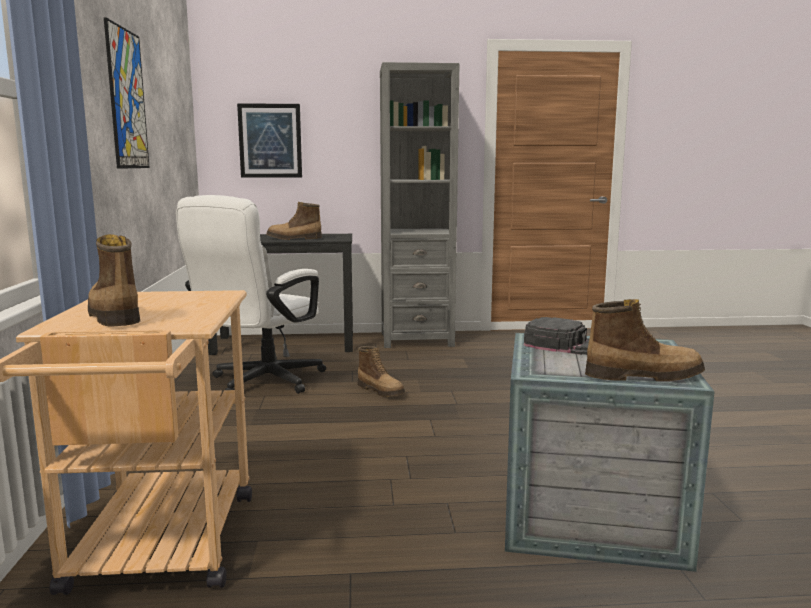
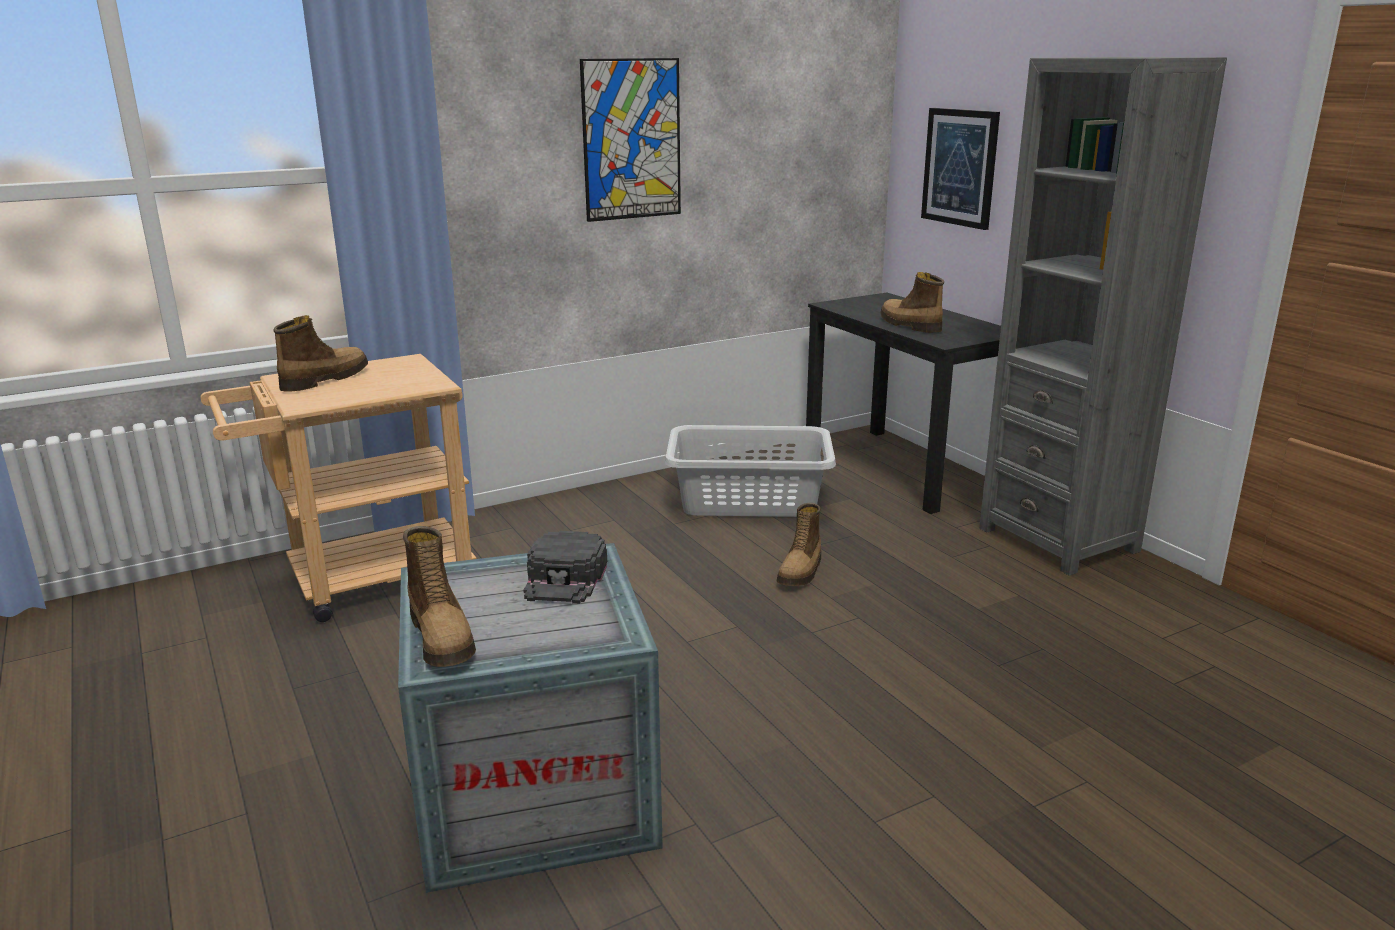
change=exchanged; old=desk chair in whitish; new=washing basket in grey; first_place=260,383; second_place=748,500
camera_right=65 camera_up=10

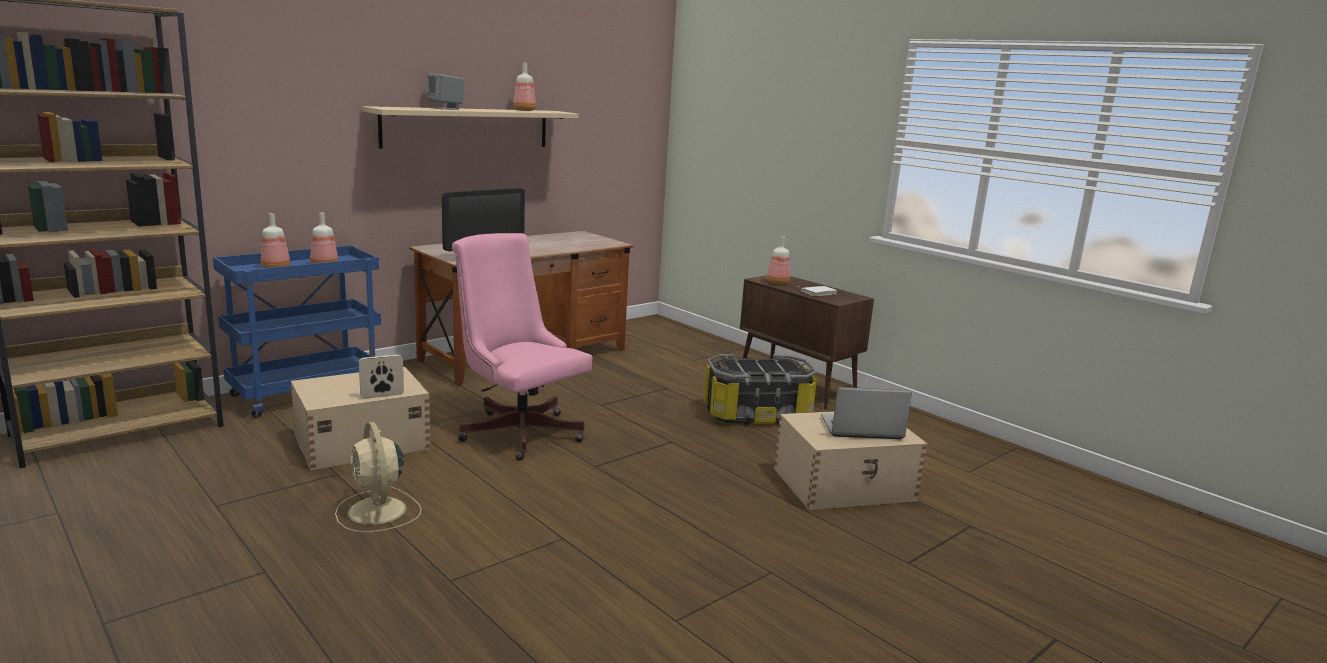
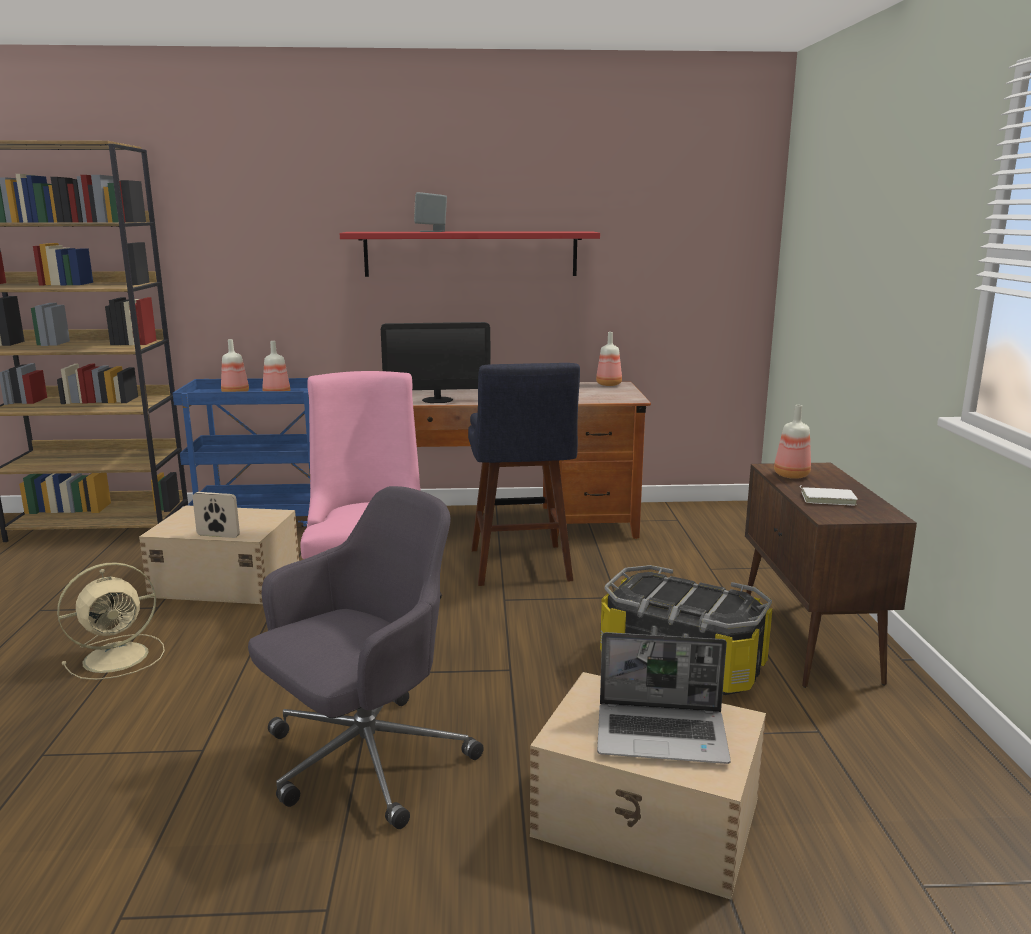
change=spun; old=cooling fan in beige-coloured; first_place=377,512; second_place=119,656; degrees=-135
change=appeared; new=desk chair in grey; second_place=363,761
change=colour; old=bracket shelf in beige-coloured; new=bracket shelf in reddish; first_place=467,128; second_place=471,254
change=appeared; new=stool seat in blue-coloured; second_place=521,568
change=relocated; old=drink bottle; first_place=525,110; second_place=609,384
change=spun; old=portable computer; first_place=860,429; second_place=663,735; degrees=150
camera_right=40 camera_up=0

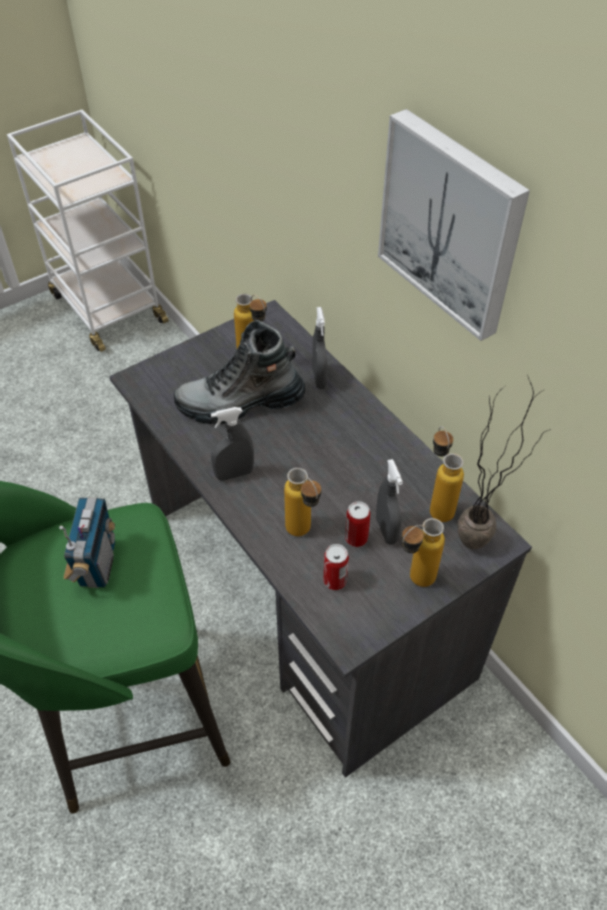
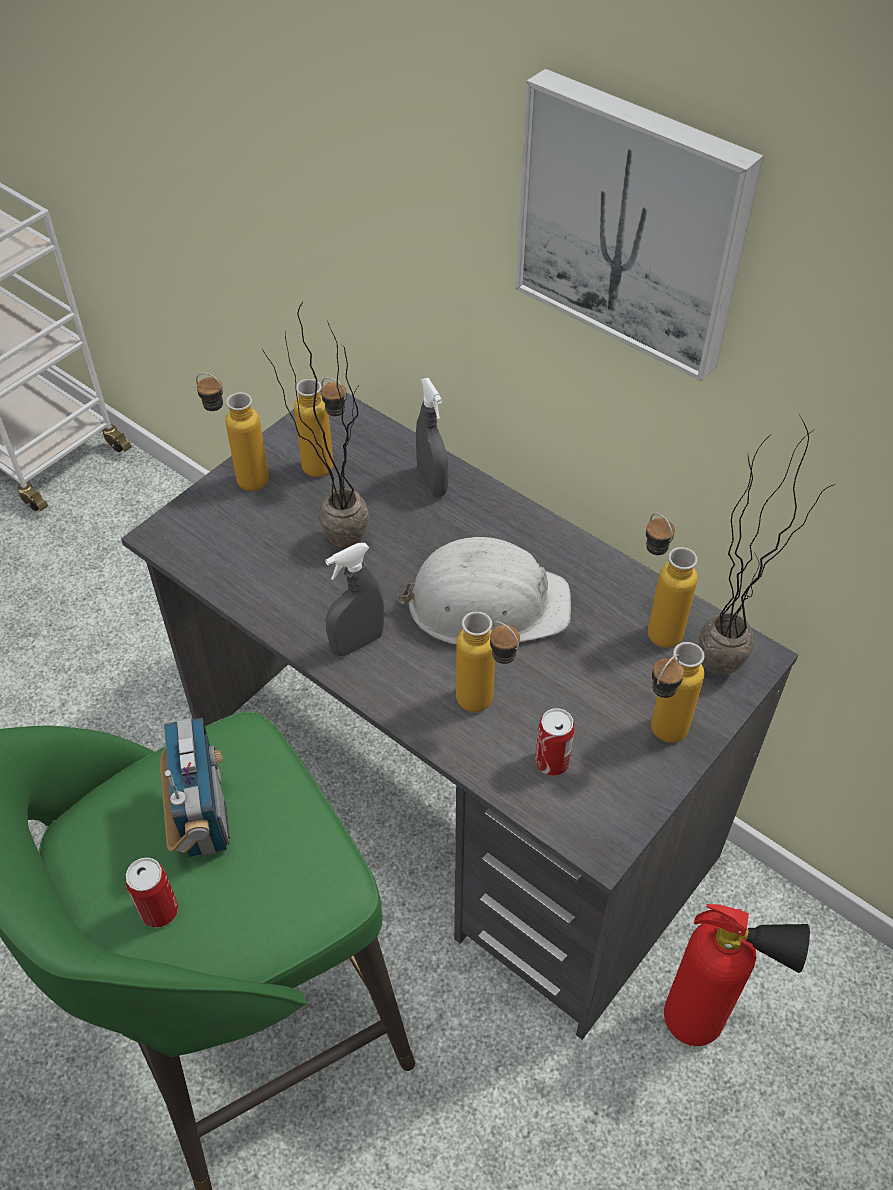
change=relocated; old=can; first_place=356,538; second_place=159,910
change=appeared; new=drink bottle; second_place=241,477
change=exchanged; old=tall boot; new=houseplant; first_place=240,403; second_place=331,539
change=appeared; new=work helmet in whitish; second_place=486,603
change=appeared; new=fire extinguisher; second_place=706,1024
change=missing; old=sprayer in grey; first_place=386,530
camera_right=-15 camera_up=0

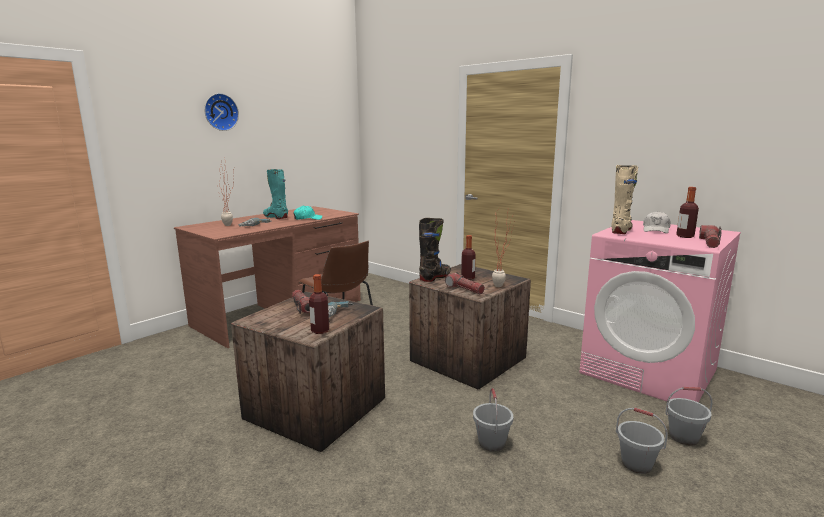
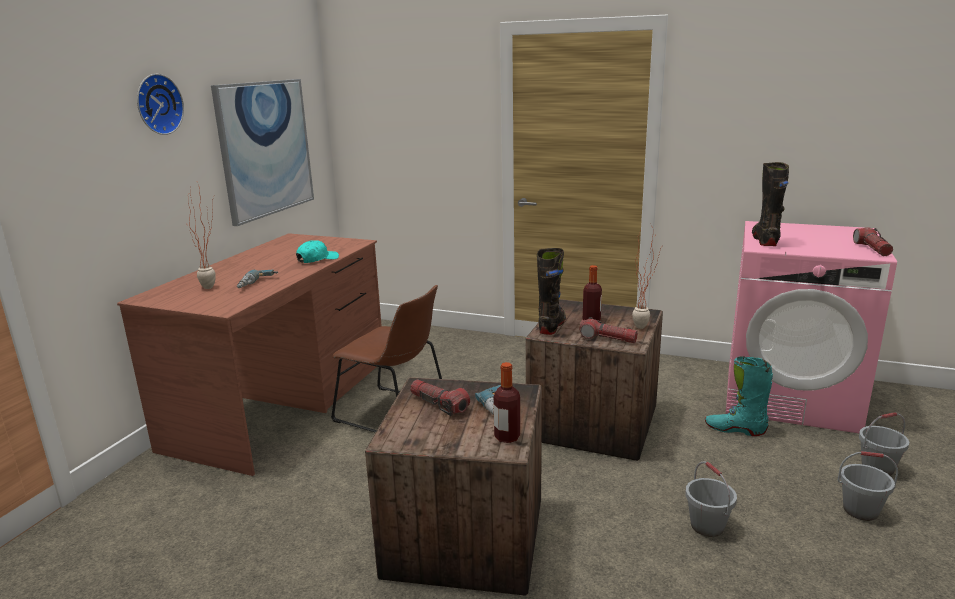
change=appeared; new=wall picture; second_place=266,148
change=relocated; old=tall boot in turquoise-coloured; first_place=276,217; second_place=735,429
change=colour; old=tall boot in beige-coloured; new=tall boot in black; first_place=621,231; second_place=765,240
change=missing; old=baseball cap in whitish; first_place=656,229
change=missing; old=drink bottle; first_place=685,236
camera_right=-20 camera_up=5

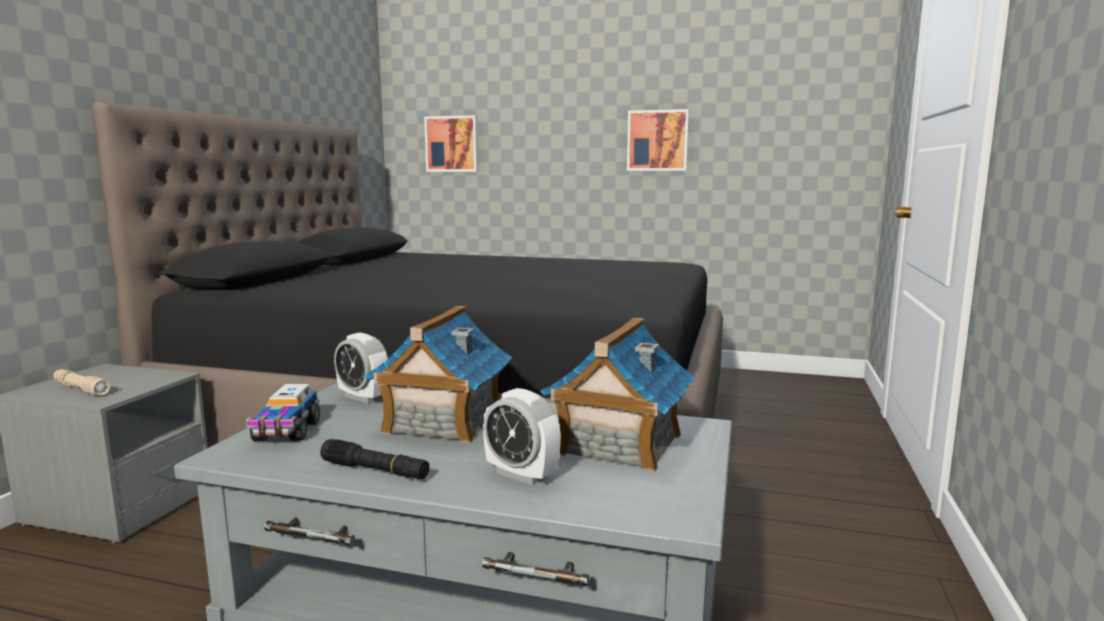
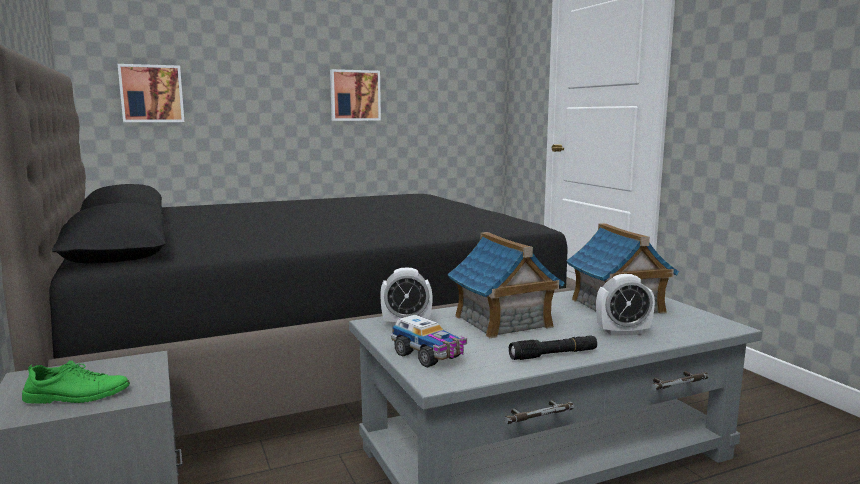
change=exchanged; old=flashlight in beige-coloured; new=shoe in greenish; first_place=81,389; second_place=77,396
camera_right=-40 camera_up=0

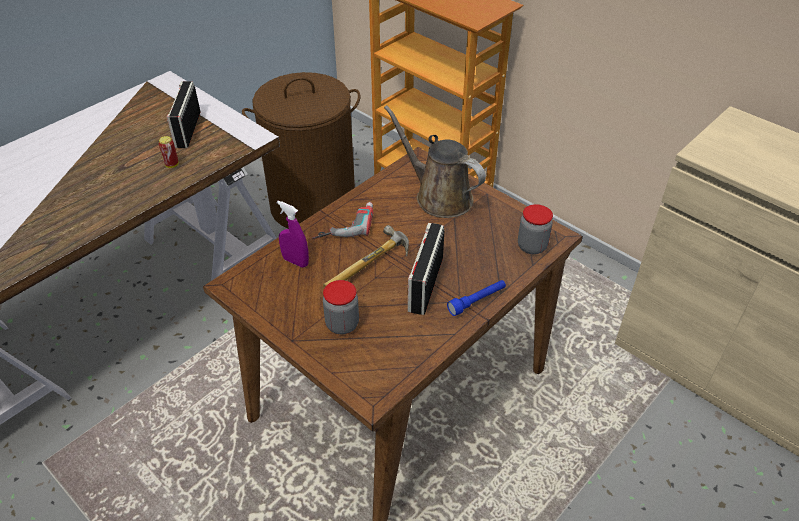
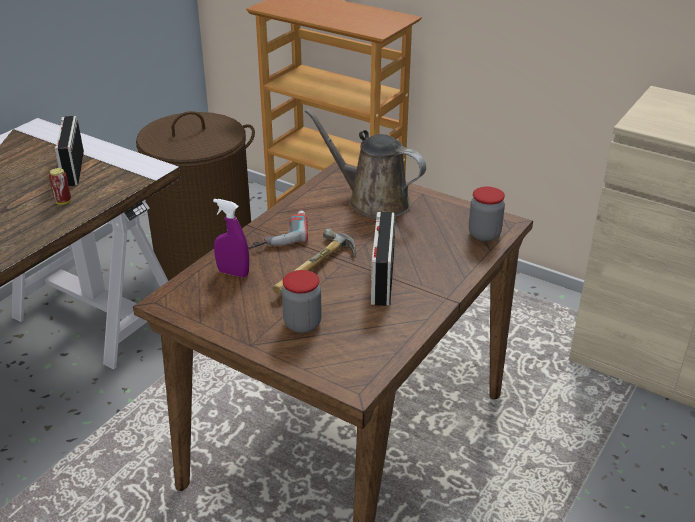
change=missing; old=flashlight in blue-coloured; first_place=477,301
camera_right=-10 camera_up=-10

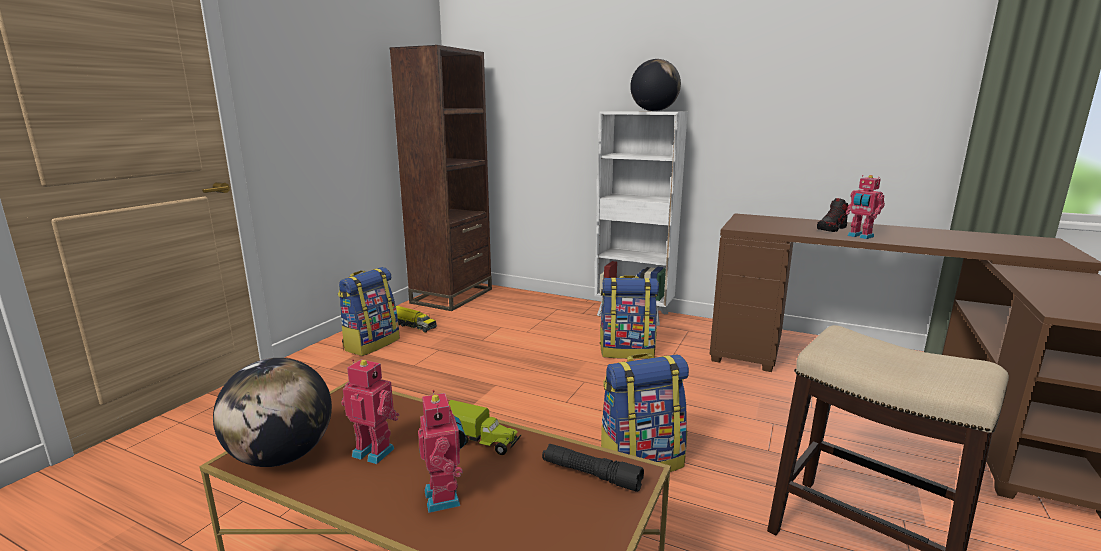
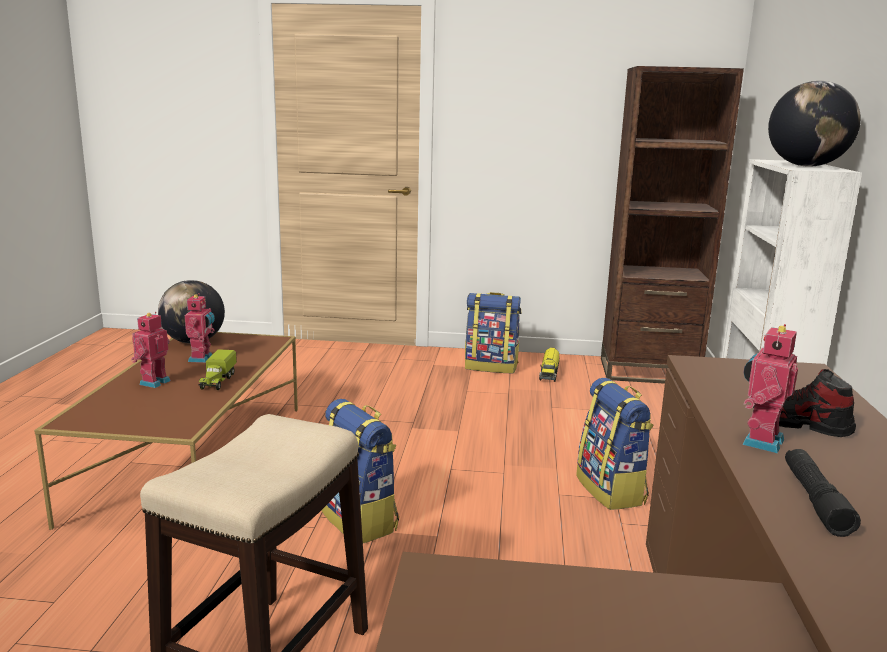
change=spun; old=robot figure; first_place=445,497; second_place=153,382; degrees=150
change=relocated; old=flashlight in black; first_place=591,475; second_place=815,500
camera_right=70 camera_up=0

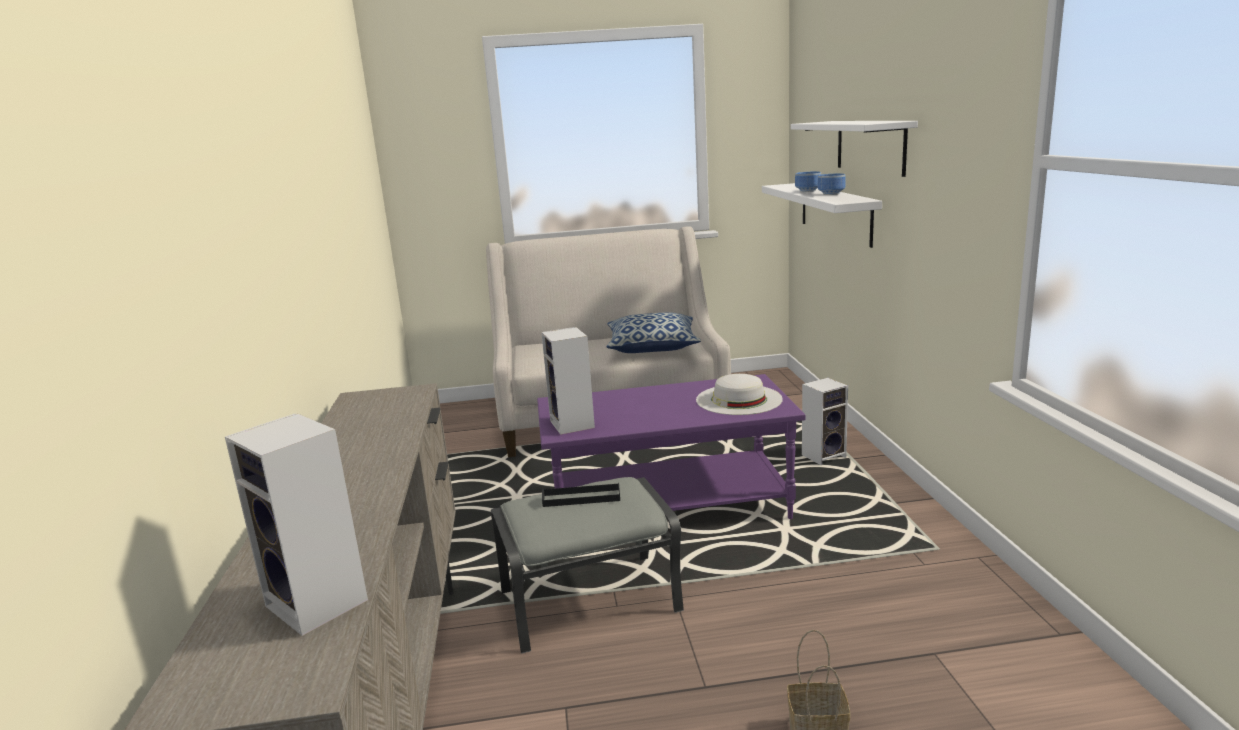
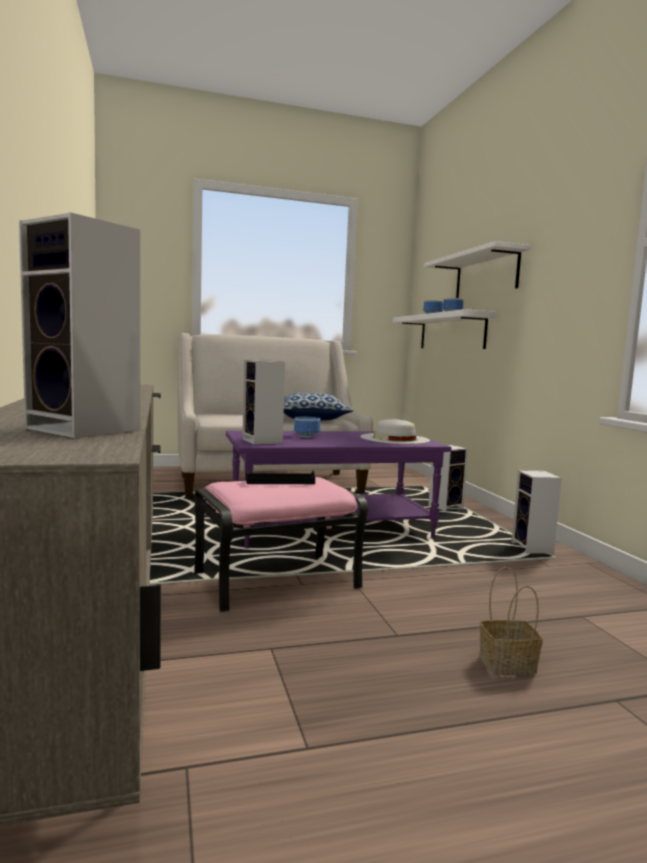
change=colour; old=pouffe in grey; new=pouffe in pink; first_place=590,600; second_place=277,580
change=appeared; new=serving bowl; second_place=305,436
change=appeared; new=audio speaker; second_place=533,550
camera_right=-10 camera_up=-10

